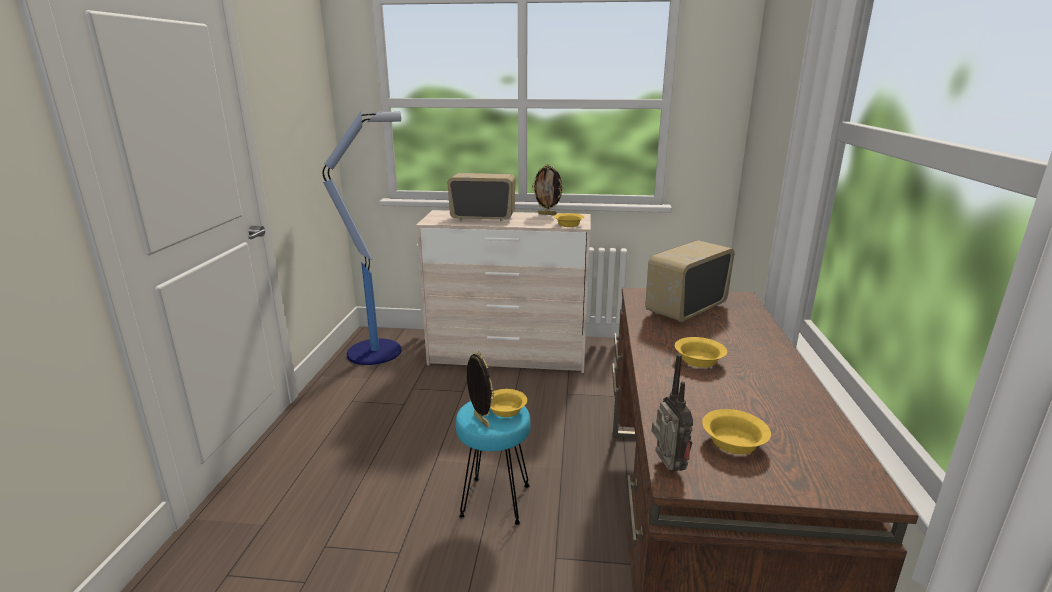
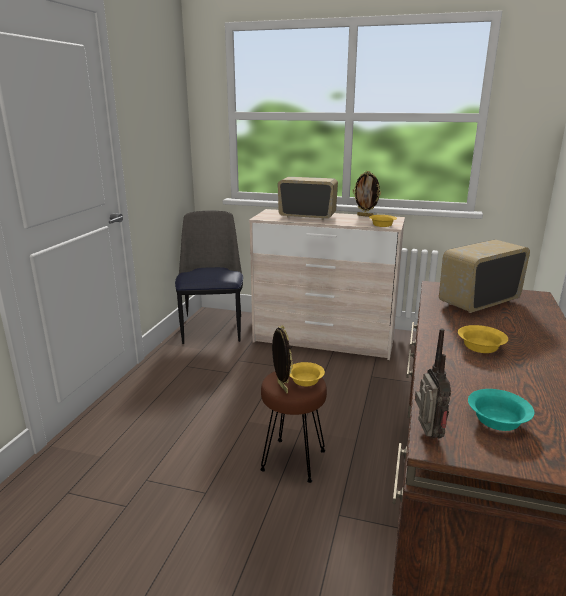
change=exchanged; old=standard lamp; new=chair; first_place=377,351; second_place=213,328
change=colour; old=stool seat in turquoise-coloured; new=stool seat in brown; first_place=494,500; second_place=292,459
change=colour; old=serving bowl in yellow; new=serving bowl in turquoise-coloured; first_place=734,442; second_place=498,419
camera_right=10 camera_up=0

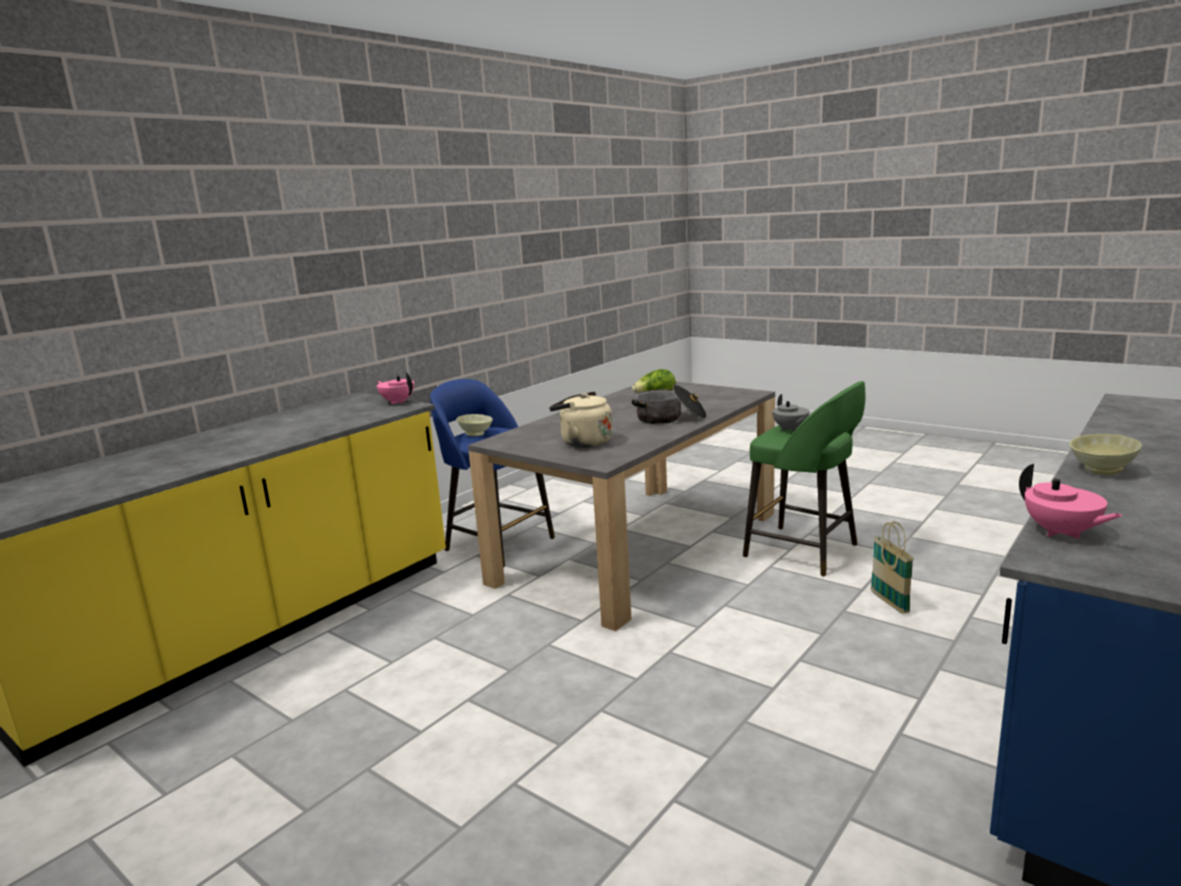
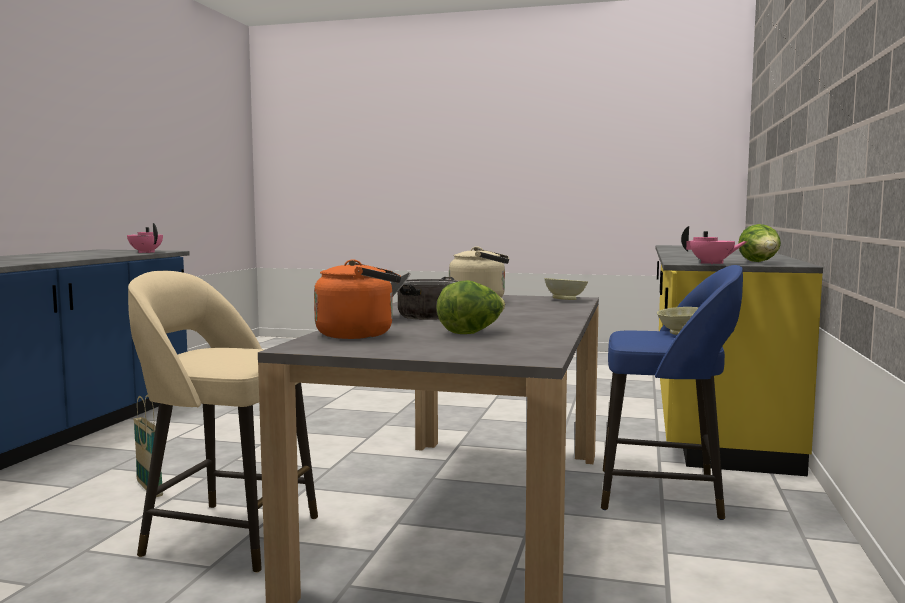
change=colour; old=stool seat in greenish; new=stool seat in beige-coloured; first_place=804,551; second_place=227,535
change=appeared; new=water kettle in orangey; second_place=360,334
change=relocated; old=serving bowl in beige-coloured; first_place=1100,470; second_place=566,300
change=appeared; new=lettuce; second_place=760,262
change=missing; old=teapot in grey; first_place=790,429
camera_right=155 camera_up=-10

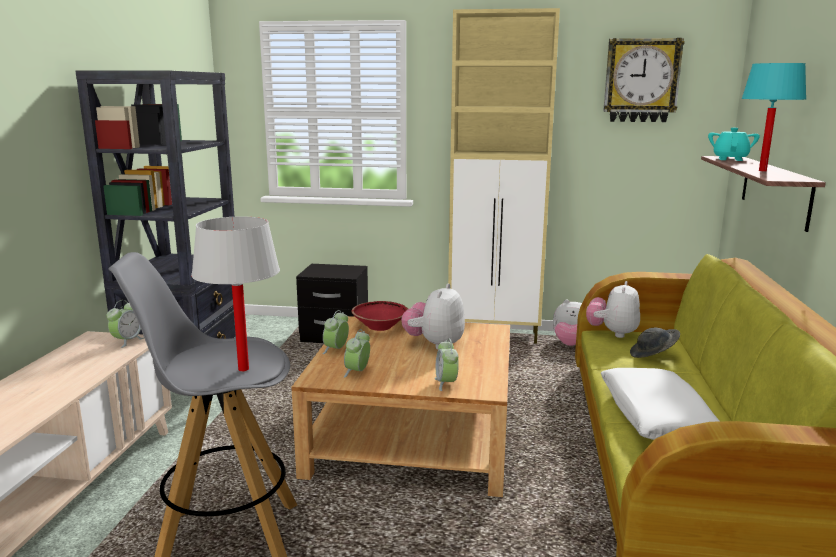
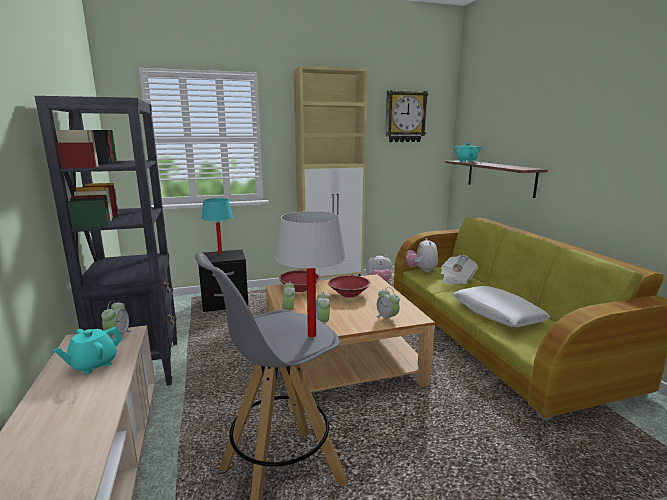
change=appeared; new=teapot in turquoise-coloured; second_place=93,364
change=relocated; old=lamp for a table in turquoise-coloured; first_place=762,171; second_place=220,253
change=exchanged; old=soft toy; new=serving bowl in reddish; first_place=434,344; second_place=349,294
change=exchanged; old=clothing hat in grey; new=daily paper; first_place=653,355; second_place=456,279
camera_right=-25 camera_up=0

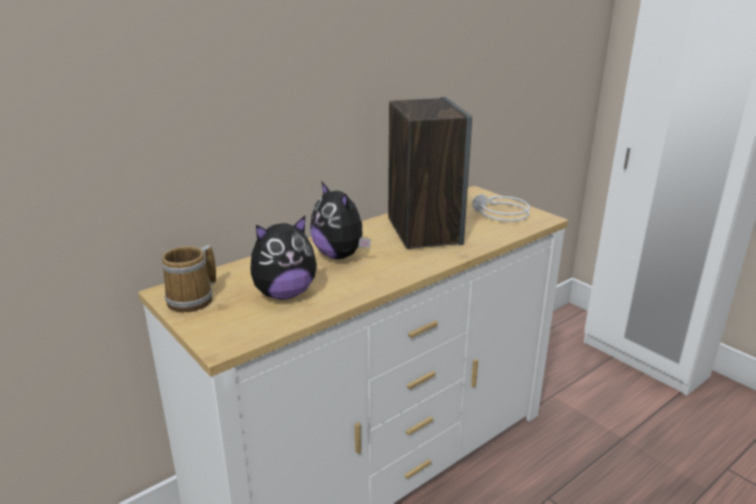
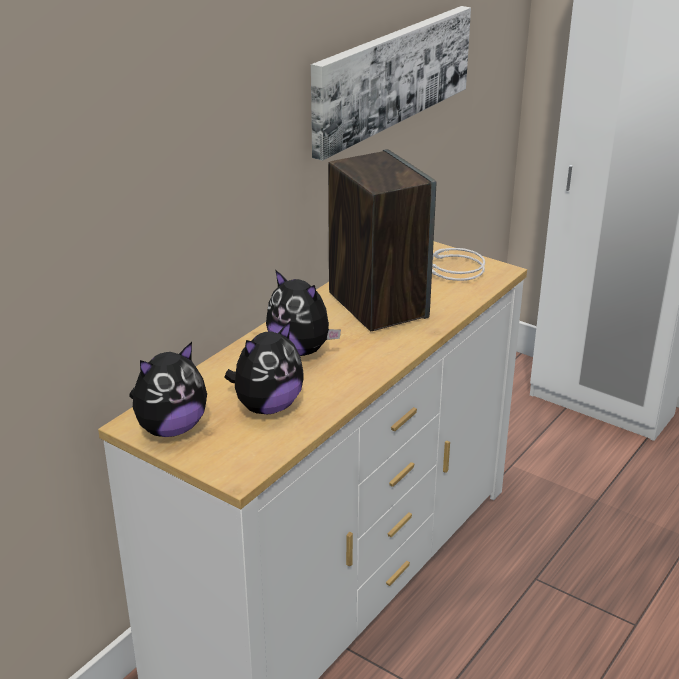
change=exchanged; old=coffee mug; new=soft toy; first_place=193,299; second_place=171,428
change=appeared; new=wall picture; second_place=391,76
camera_right=-15 camera_up=5

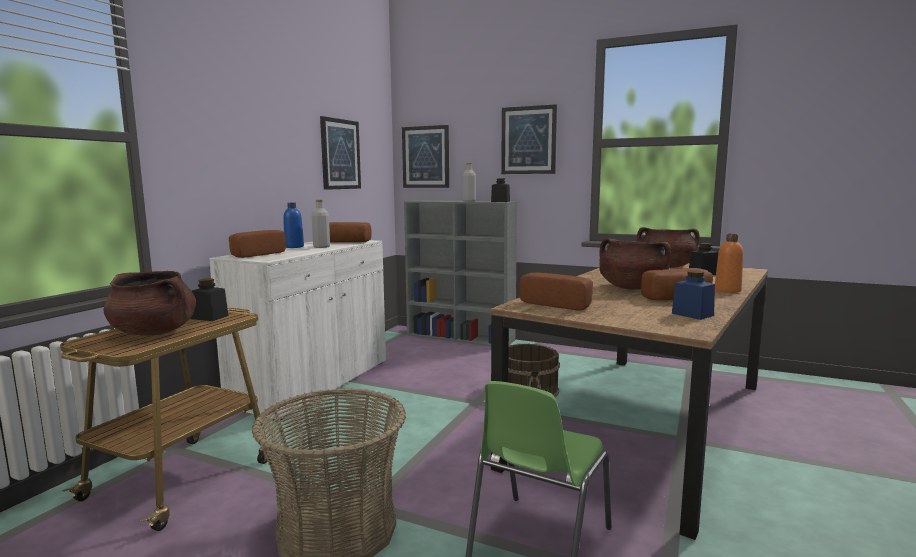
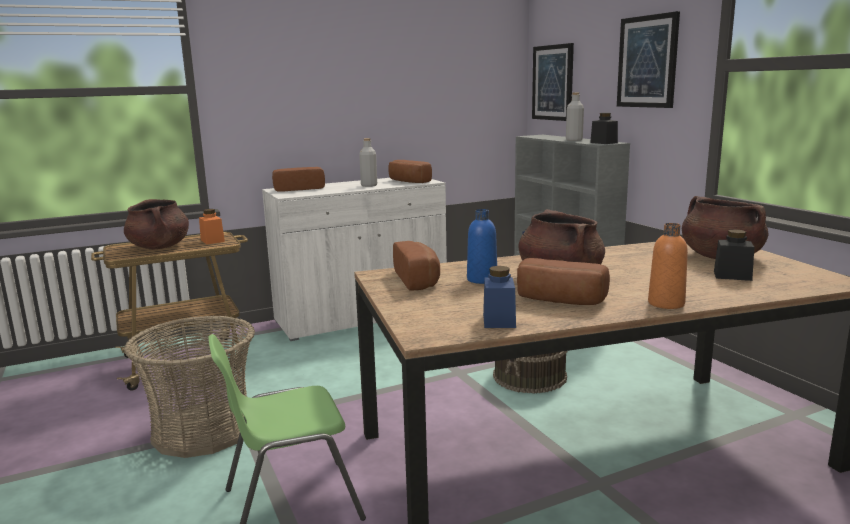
change=colour; old=preserve jar in black; new=preserve jar in orangey; first_place=209,317; second_place=212,241
change=relocated; old=drink bottle in blue-coloured; first_place=294,247; second_place=482,279
change=missing; old=wall picture; first_place=340,154
camera_right=40 camera_up=5

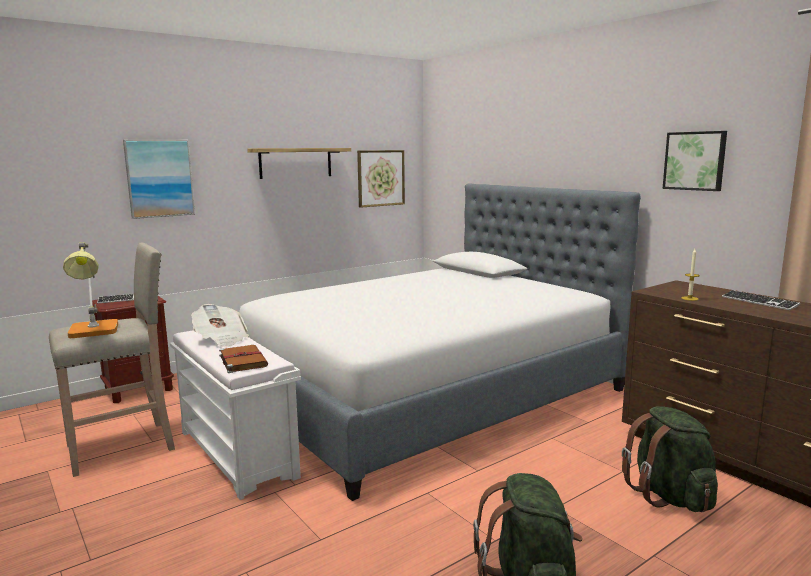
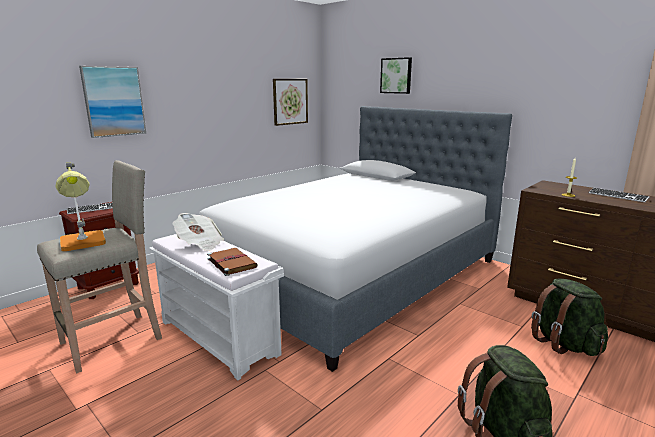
change=relocated; old=wall picture; first_place=695,161; second_place=396,75
change=missing; old=bracket shelf; first_place=295,163
camera_right=-10 camera_up=5

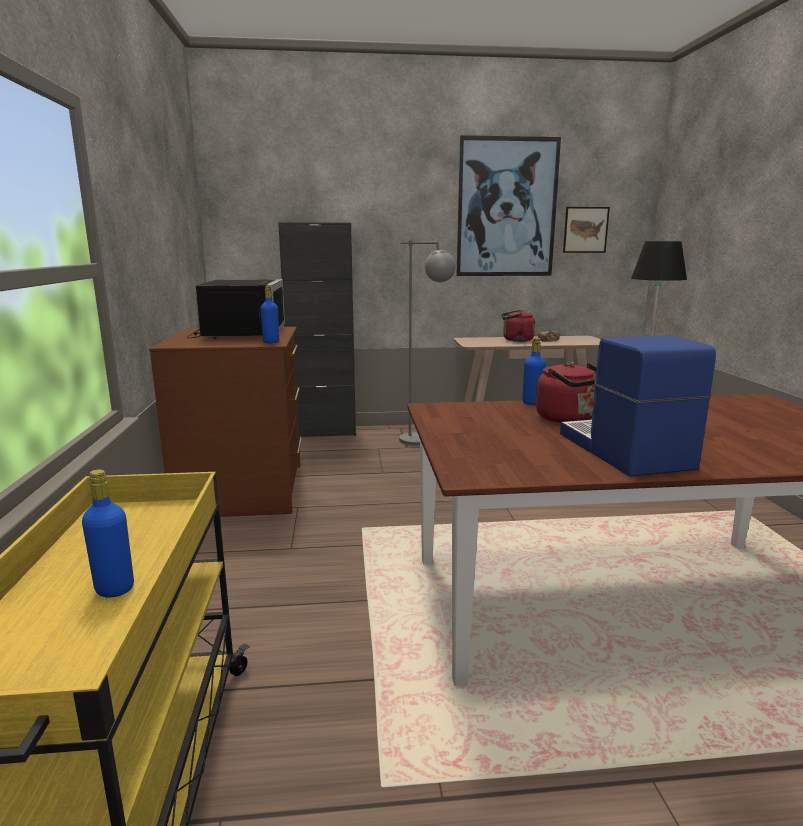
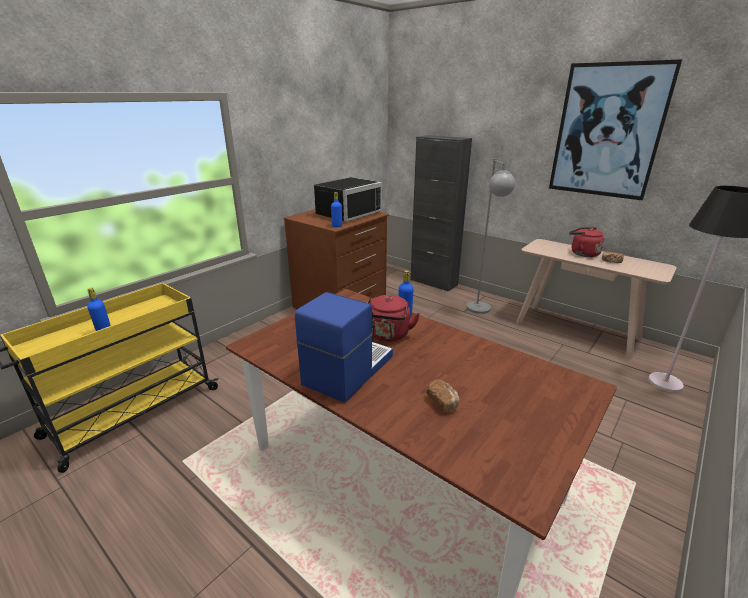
change=appeared; new=bread; second_place=442,402
change=missing; old=wall picture; first_place=585,230
camera_right=45 camera_up=10

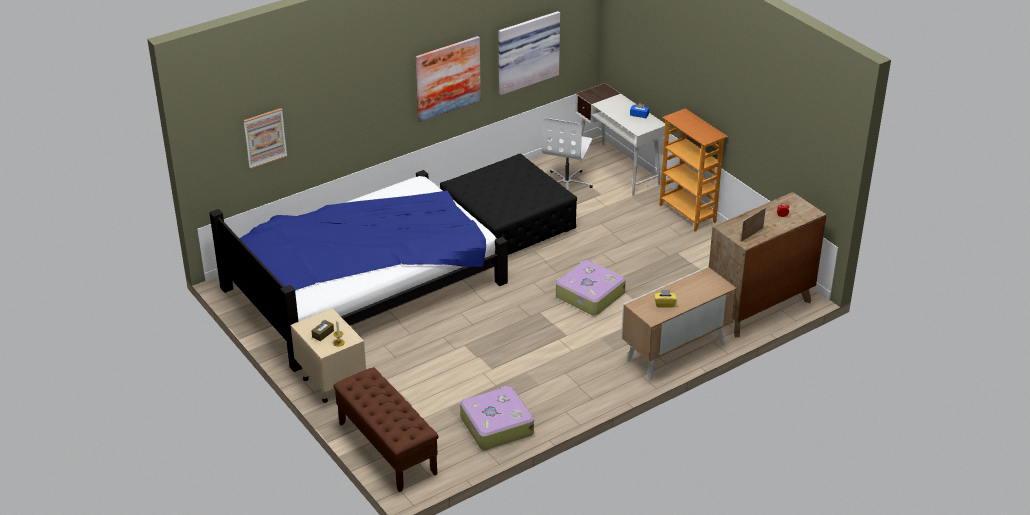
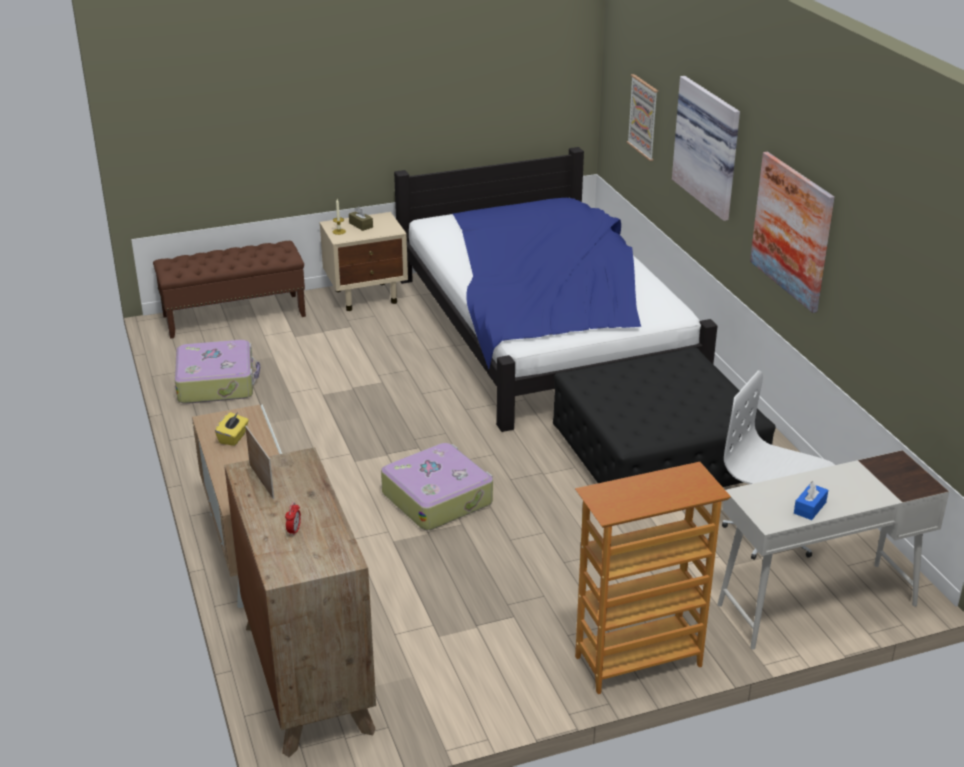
change=relocated; old=wall picture; first_place=526,51; second_place=710,146
camera_right=105 camera_up=-5

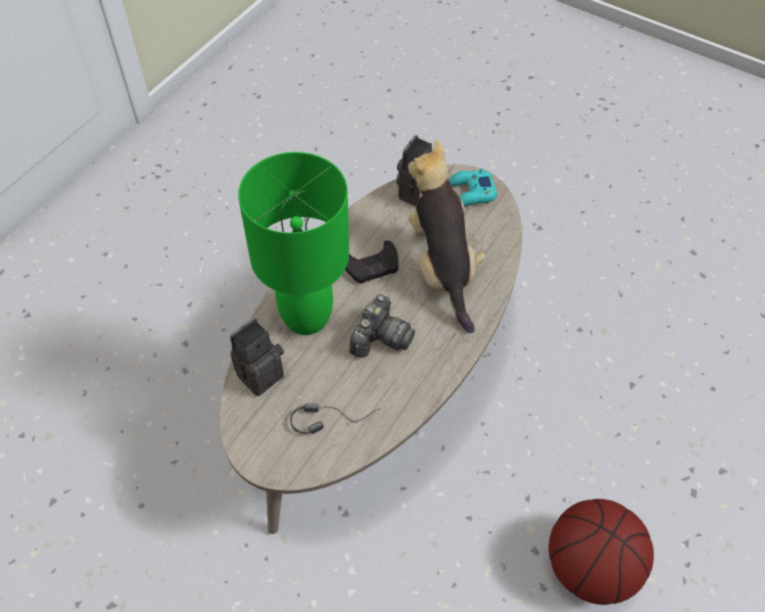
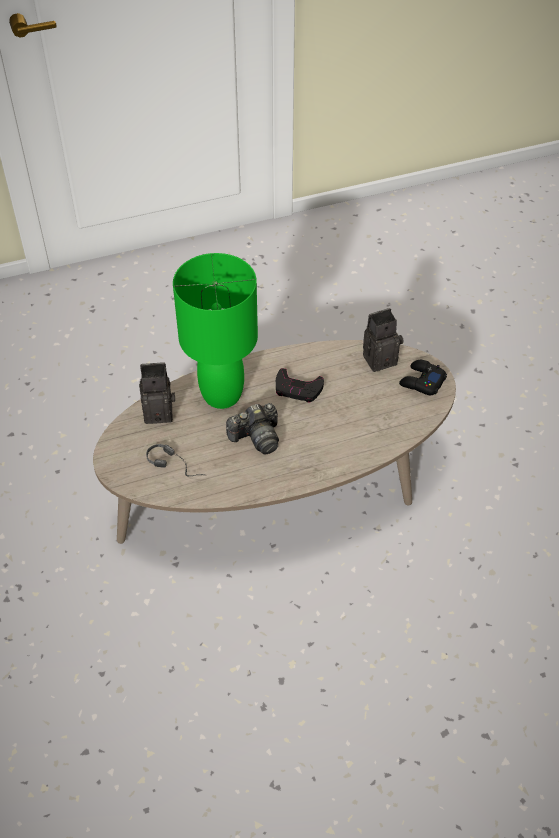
change=colour; old=joypad in turquoise-coloured; new=joypad in black; first_place=471,193; second_place=422,382
change=missing; old=soft toy; first_place=441,267
change=missing; old=basketball; first_place=588,565
camera_right=40 camera_up=-5

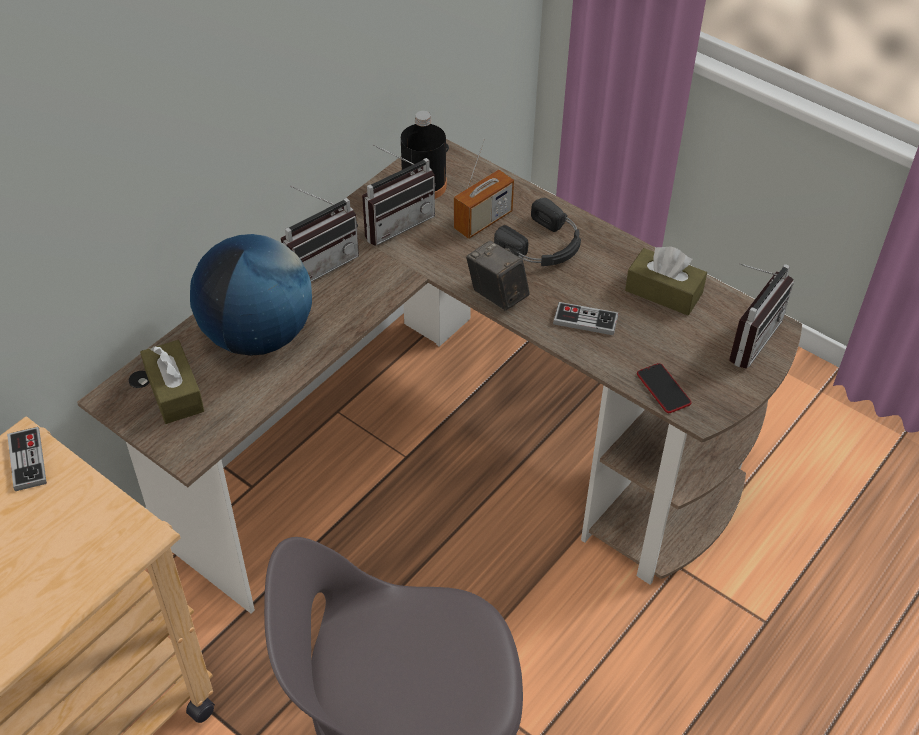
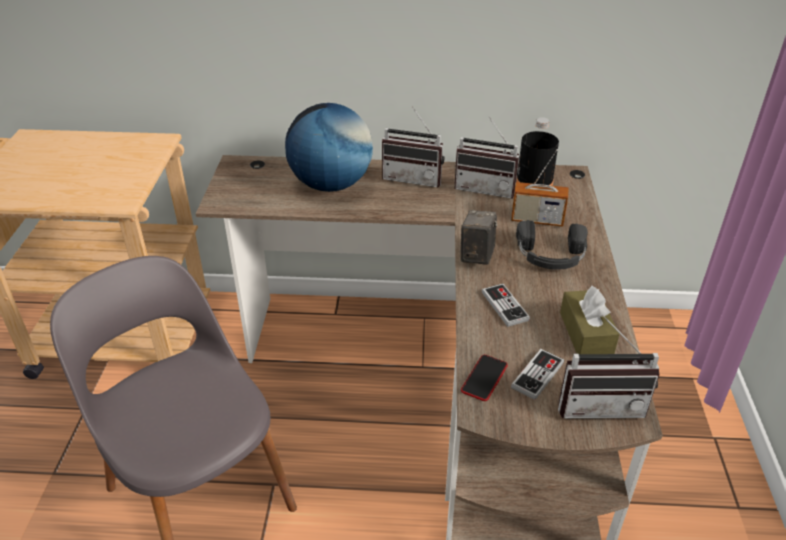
change=relocated; old=joypad; first_place=27,460; second_place=537,375
change=missing; old=tissue holder in brown; first_place=174,392
camera_right=55 camera_up=-10

